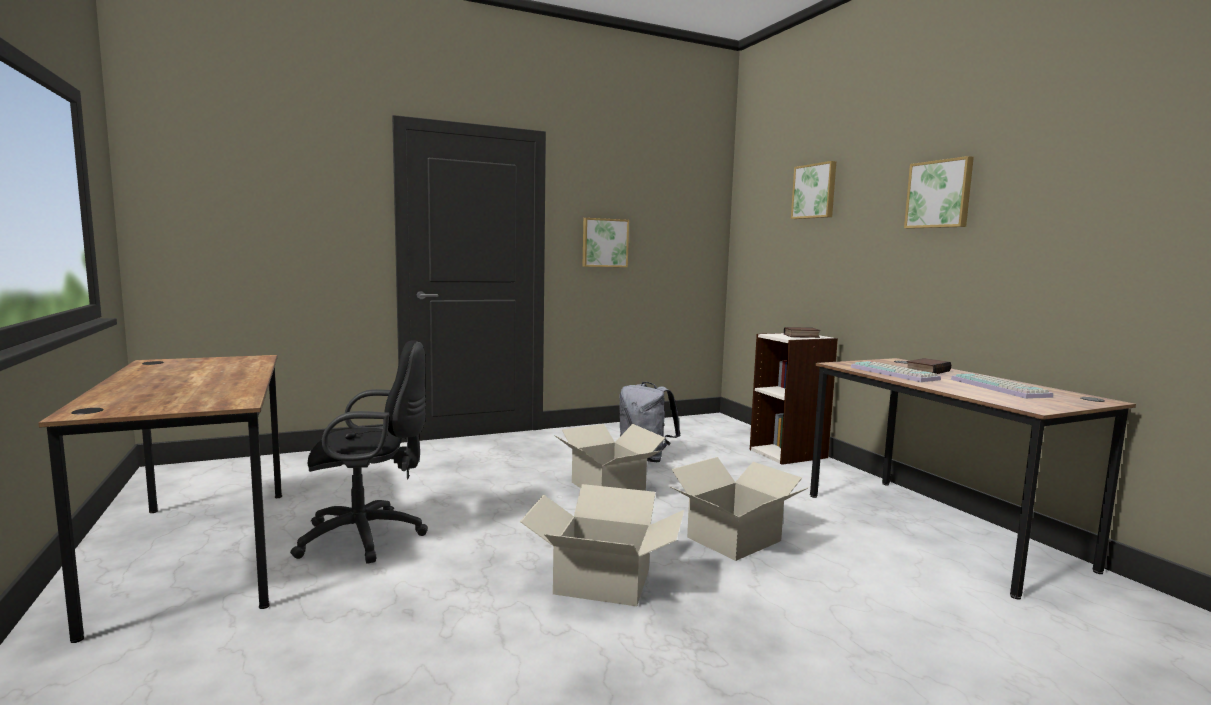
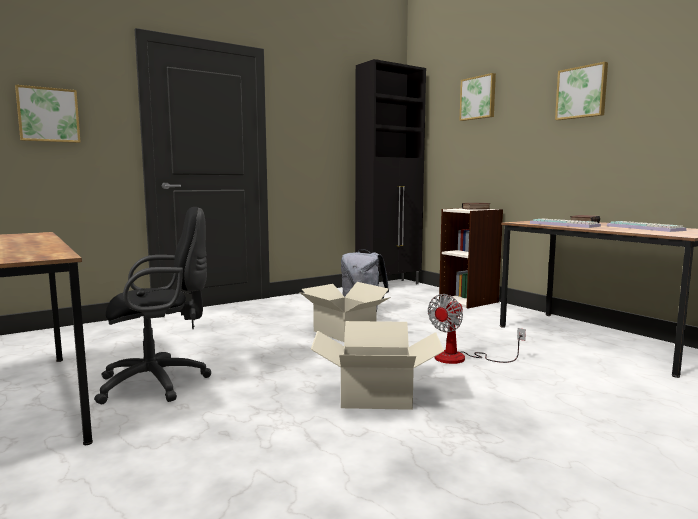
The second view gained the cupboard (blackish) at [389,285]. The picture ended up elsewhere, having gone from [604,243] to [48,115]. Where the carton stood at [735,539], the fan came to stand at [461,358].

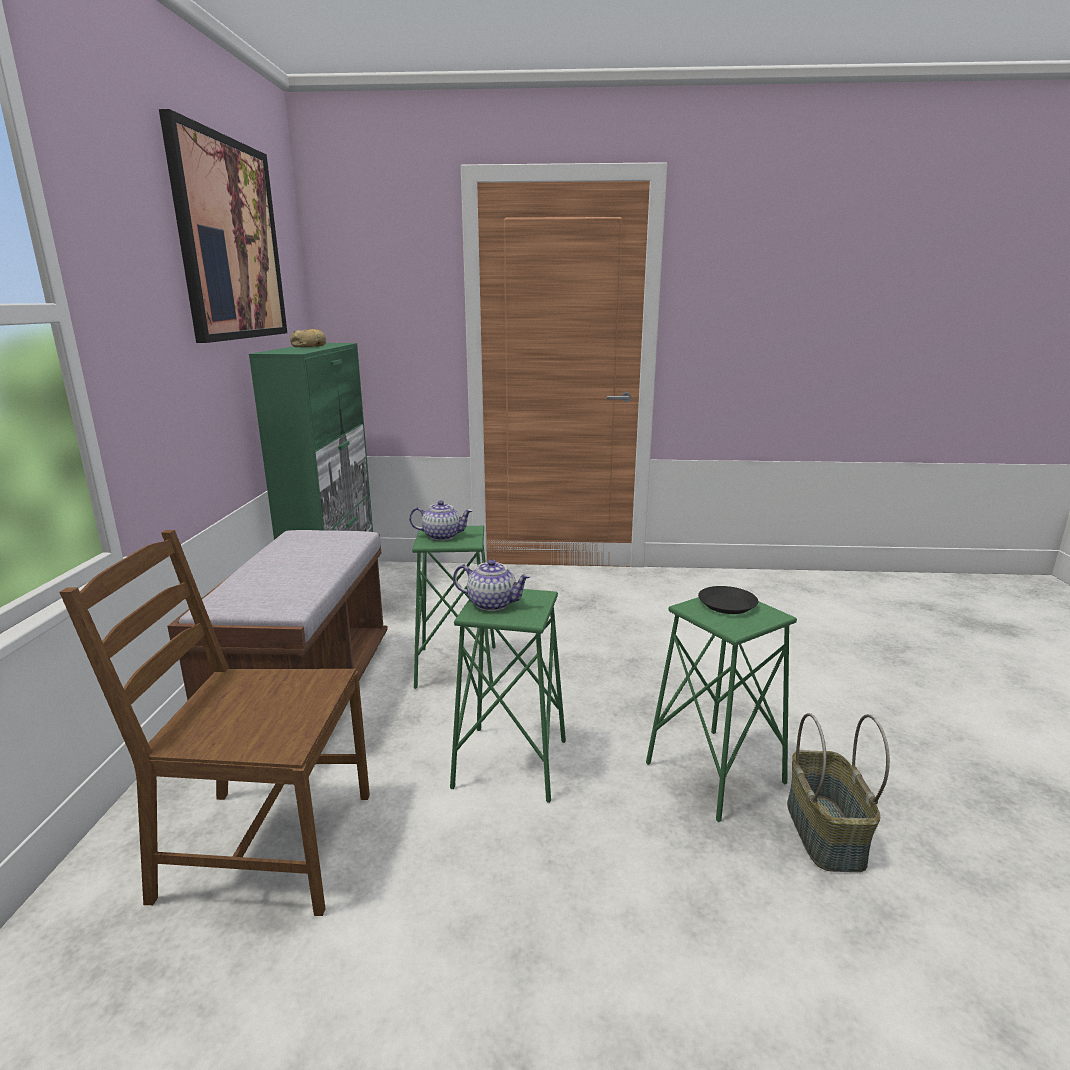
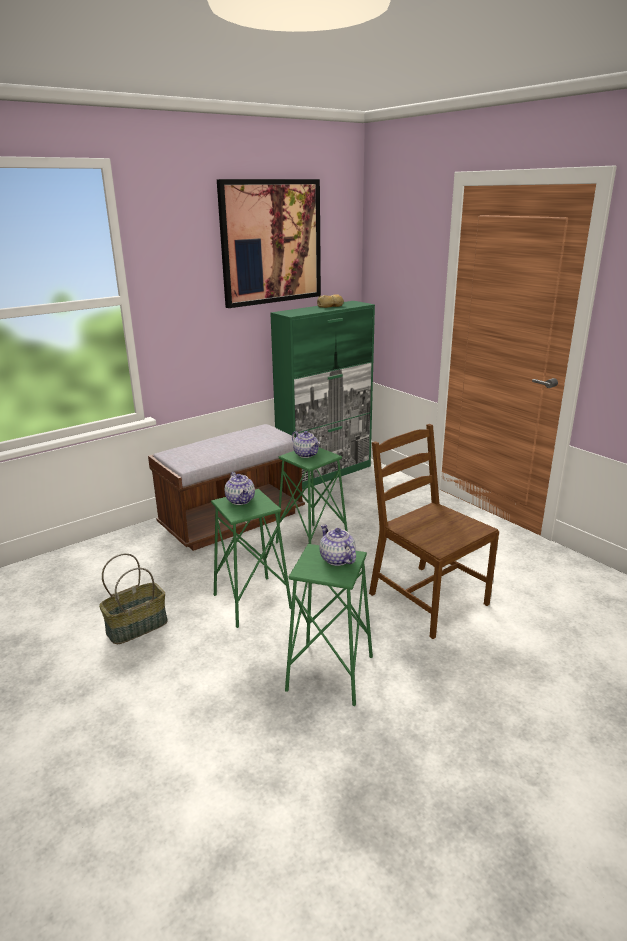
The plain chair (brown) ended up elsewhere, having gone from [264,847] to [426,599]. The storage basket ended up elsewhere, having gone from [823,832] to [137,626]. Where the plate (blackish) stood at [727,604], the teapot came to stand at [336,559].

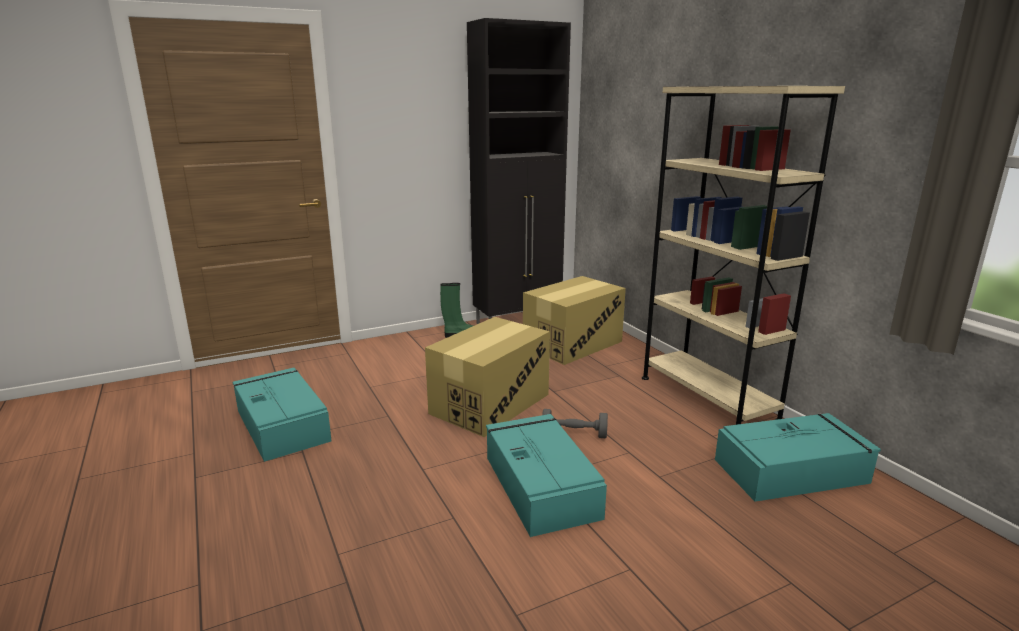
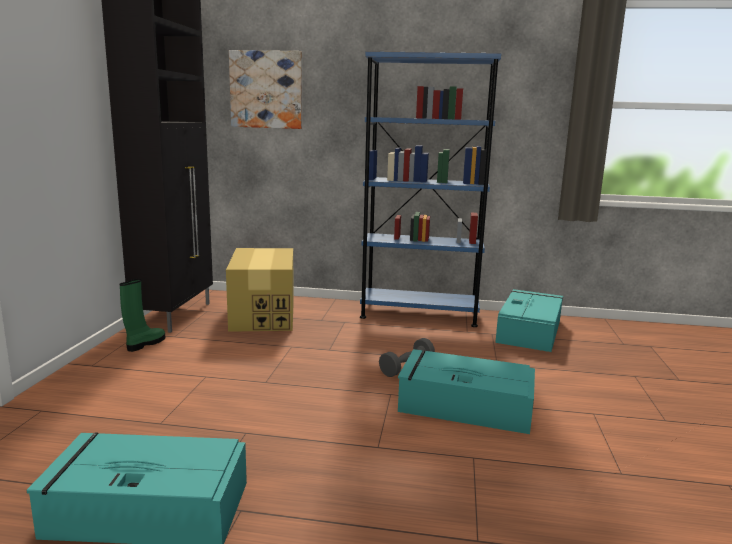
The second view lost the carton at [490,403]. The second view gained the picture at [266,90]. What was the bookcase (sand-coloured) at [707,398] turned into the bookcase (blue) at [419,314].

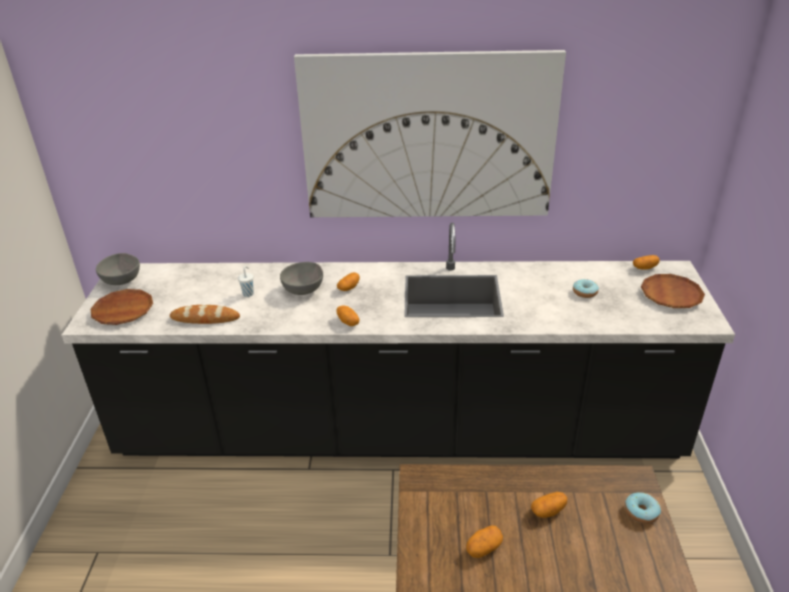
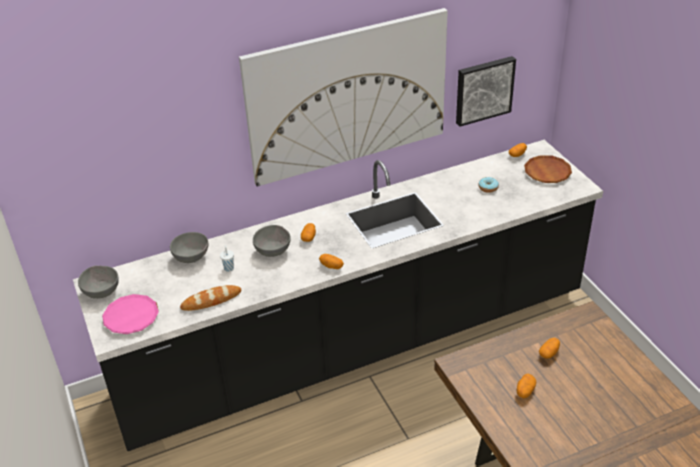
The second view lost the donut at [641,512]. The second view gained the deep dish (grey) at [192,257]. The second view gained the picture at [483,90]. What was the plate (brown) at [123,310] turned into the plate (pinkish) at [131,317].

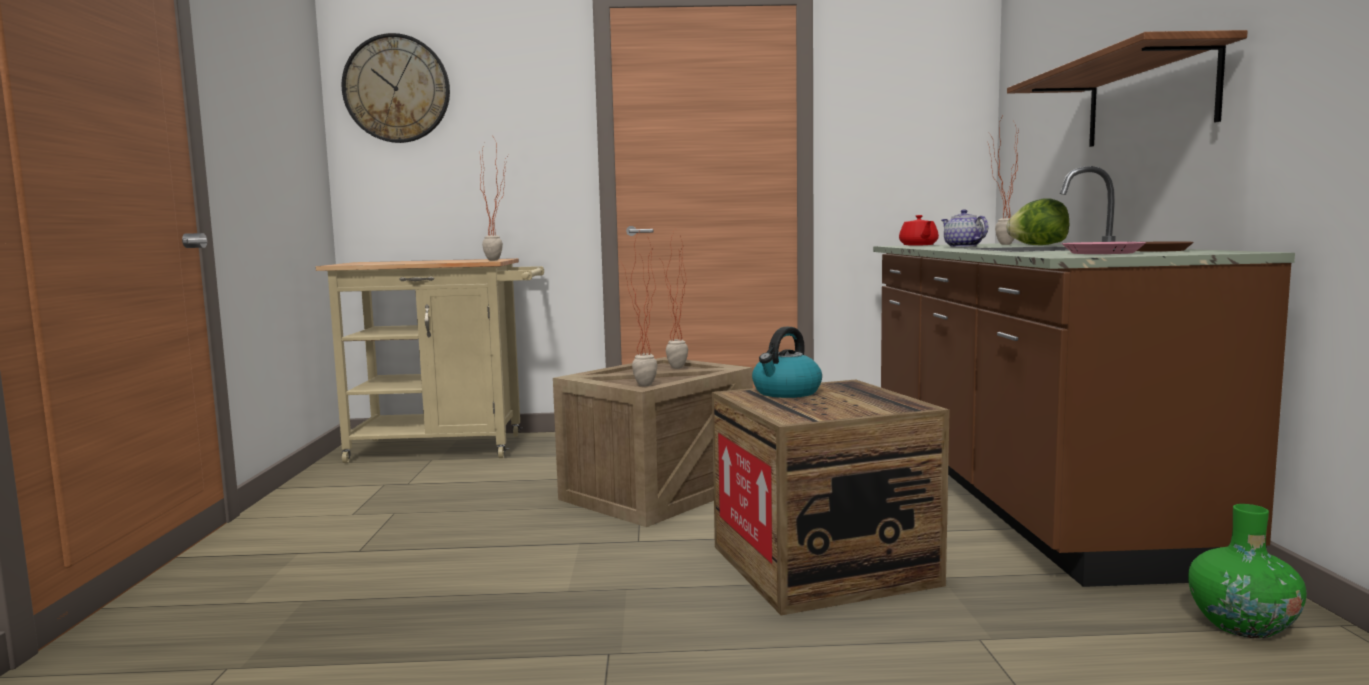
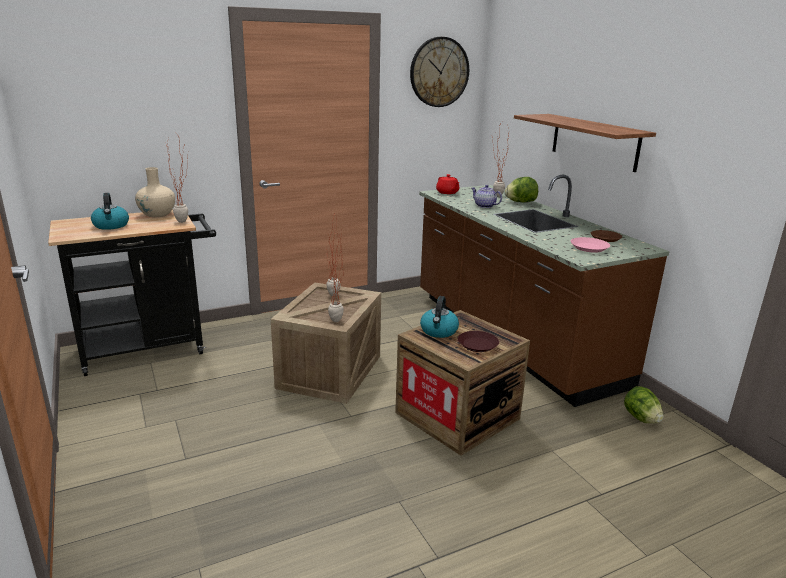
The second view gained the tea kettle at [111,226]. The second view gained the vase (sand-coloured) at [157,214]. The second view gained the plate (brown) at [478,345]. The wall clock ended up elsewhere, having gone from [396,89] to [439,72]. Where the vase (green) stood at [1242,625], the lettuce head came to stand at [641,418]. What was the trolley (sand-coloured) at [448,447] turned into the trolley (blackish) at [151,348].

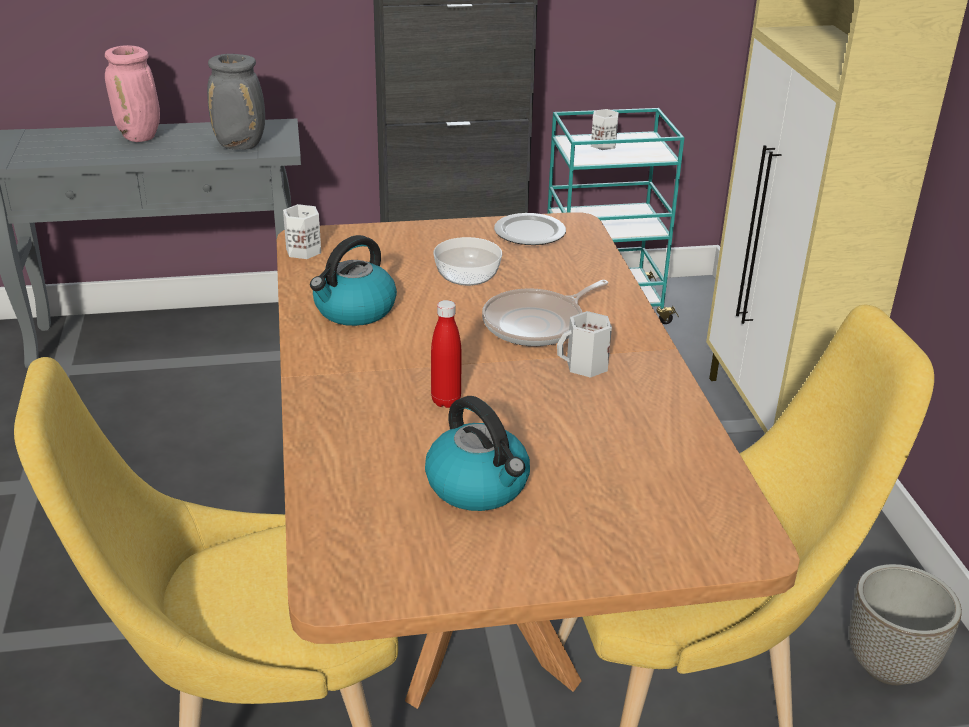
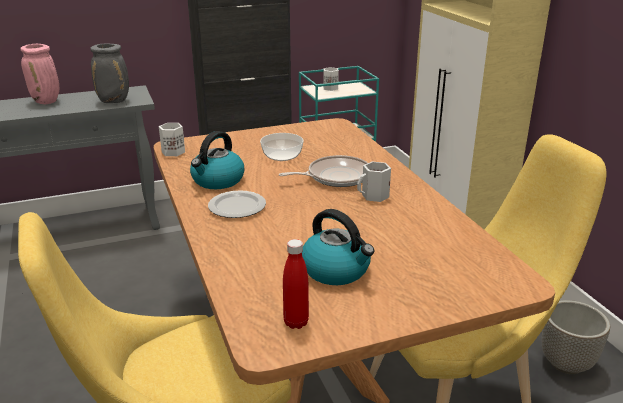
The drink bottle (reddish) ended up elsewhere, having gone from [446,401] to [296,322]. The plate ended up elsewhere, having gone from [529,233] to [237,207]. The pan at [537,324] ended up facing another way, 150 degrees counterclockwise from before.

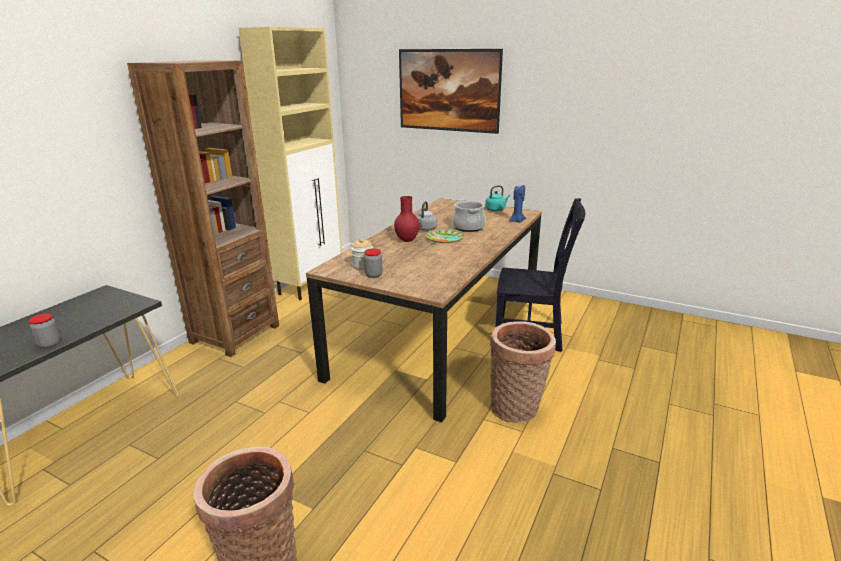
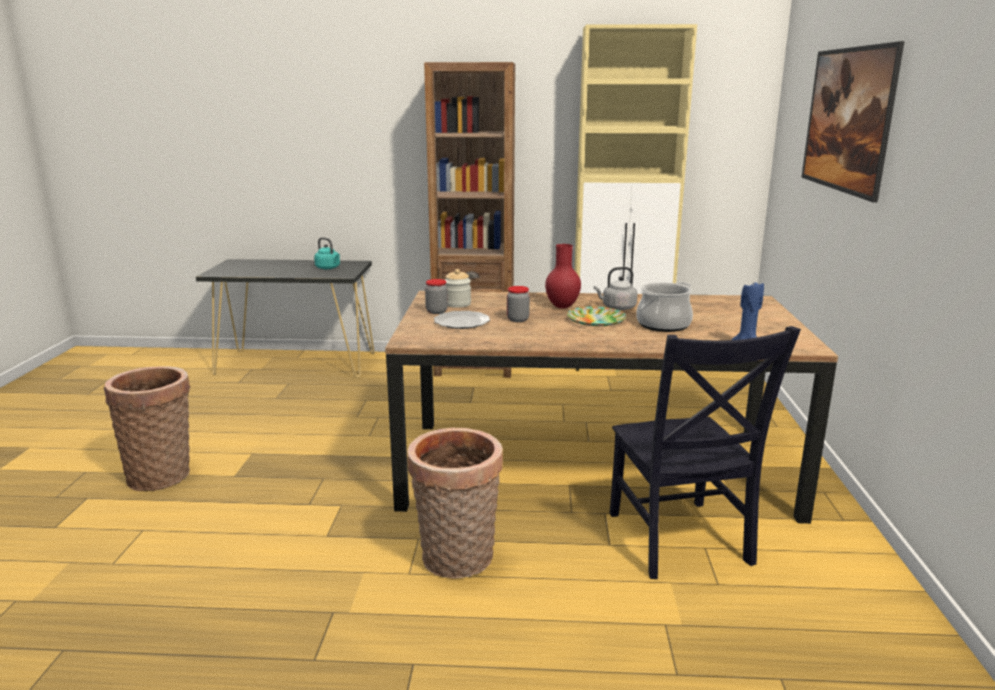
The second view gained the plate at [461,322]. The storage jar ended up elsewhere, having gone from [49,344] to [518,319]. The tea kettle (turquoise) ended up elsewhere, having gone from [496,209] to [328,268].

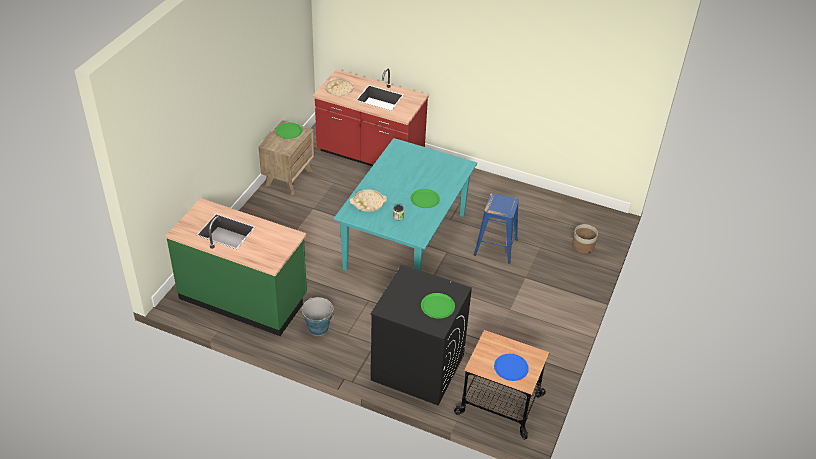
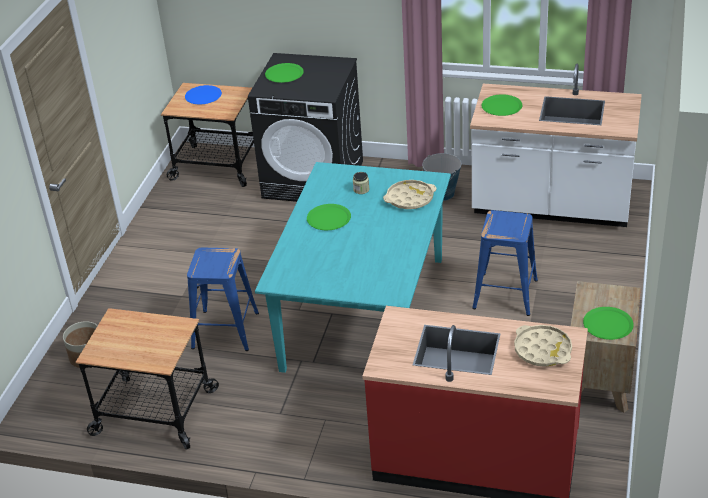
The second view gained the trolley at [154,413]. The second view gained the sitting stool (blue) at [506,294]. The second view gained the plate (green) at [501,106]. What was the counter (green) at [244,297] turned into the counter (white-coloured) at [551,206].

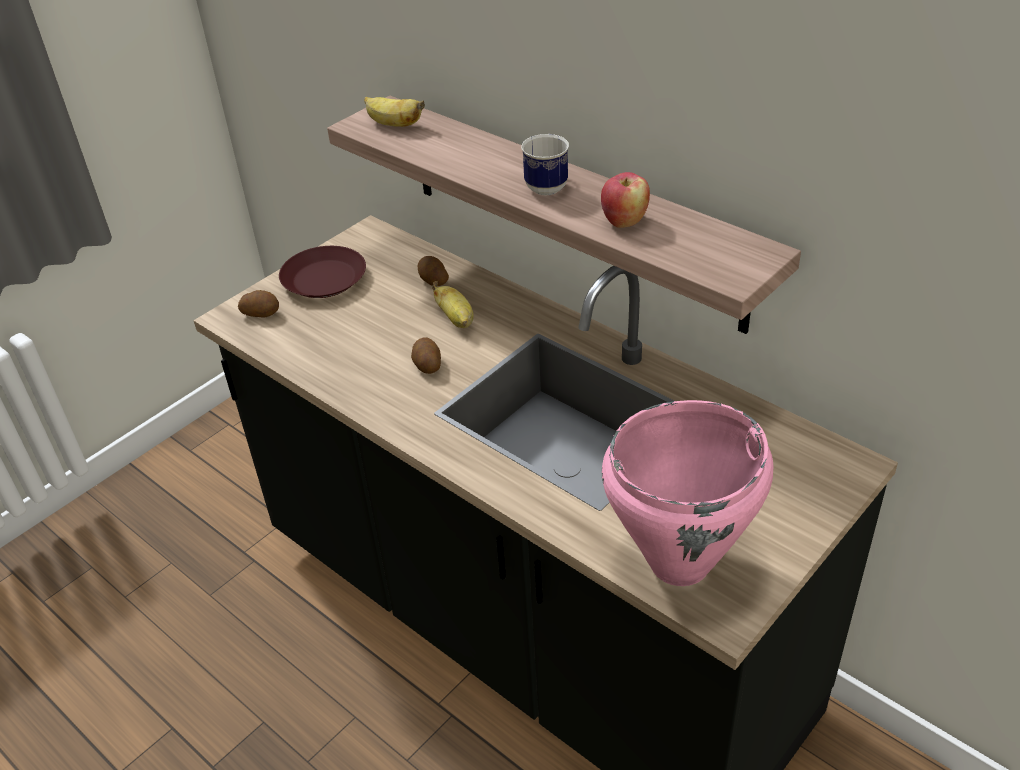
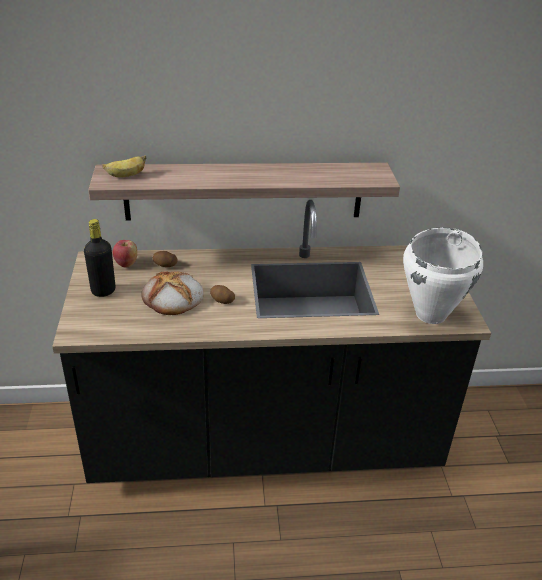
The second view lost the whole potato at [261,313]. The second view lost the banana fruit at [456,319]. The second view lost the mug at [547,185]. The second view gained the baked bread at [172,298]. The apple ended up elsewhere, having gone from [624,221] to [126,264]. Where the plate (brown) stood at [325,280], the drink bottle (blackish) came to stand at [103,291]. What was the cooking pot (pinkish) at [681,563] turned into the cooking pot (white-coloured) at [431,314].

